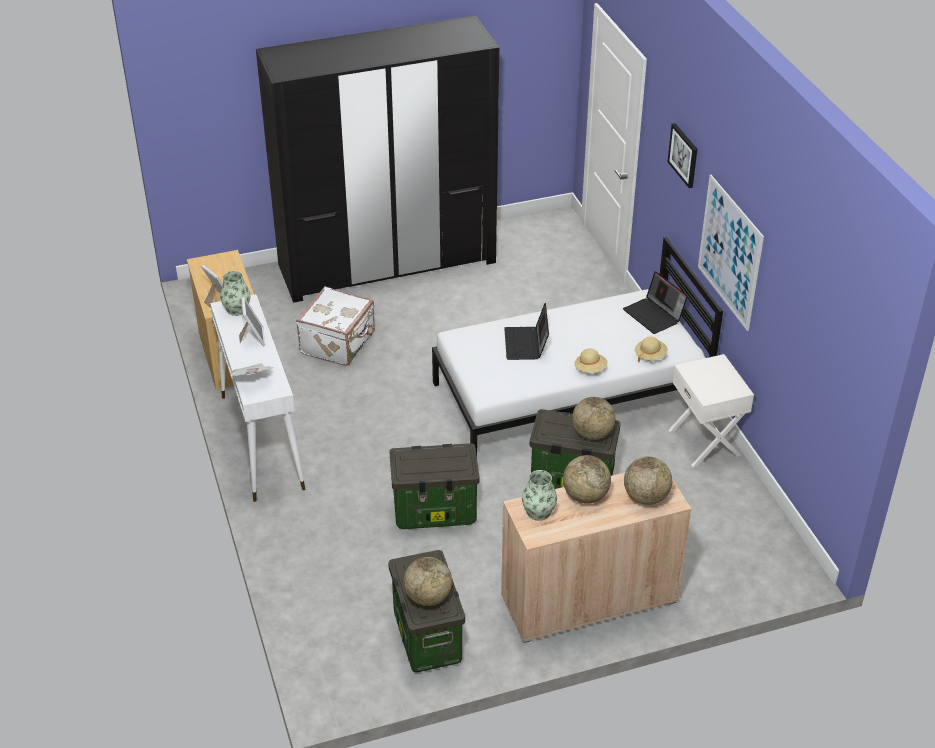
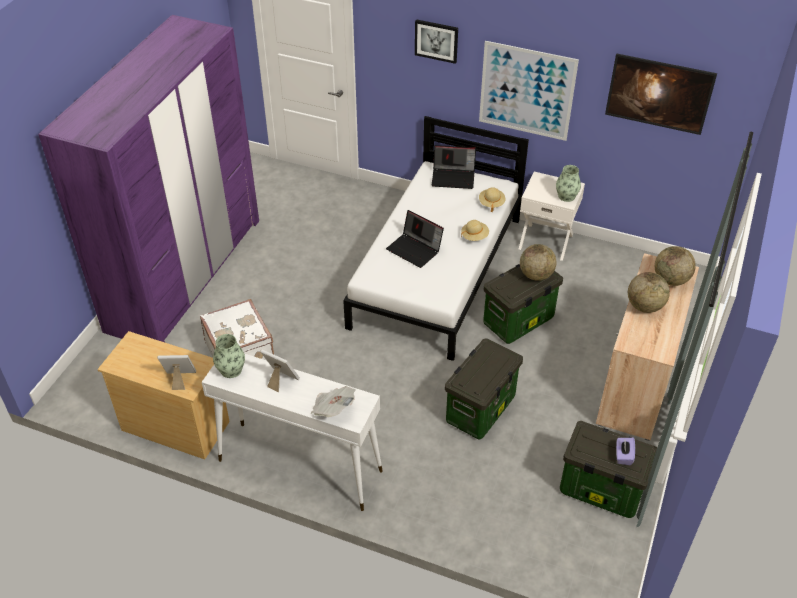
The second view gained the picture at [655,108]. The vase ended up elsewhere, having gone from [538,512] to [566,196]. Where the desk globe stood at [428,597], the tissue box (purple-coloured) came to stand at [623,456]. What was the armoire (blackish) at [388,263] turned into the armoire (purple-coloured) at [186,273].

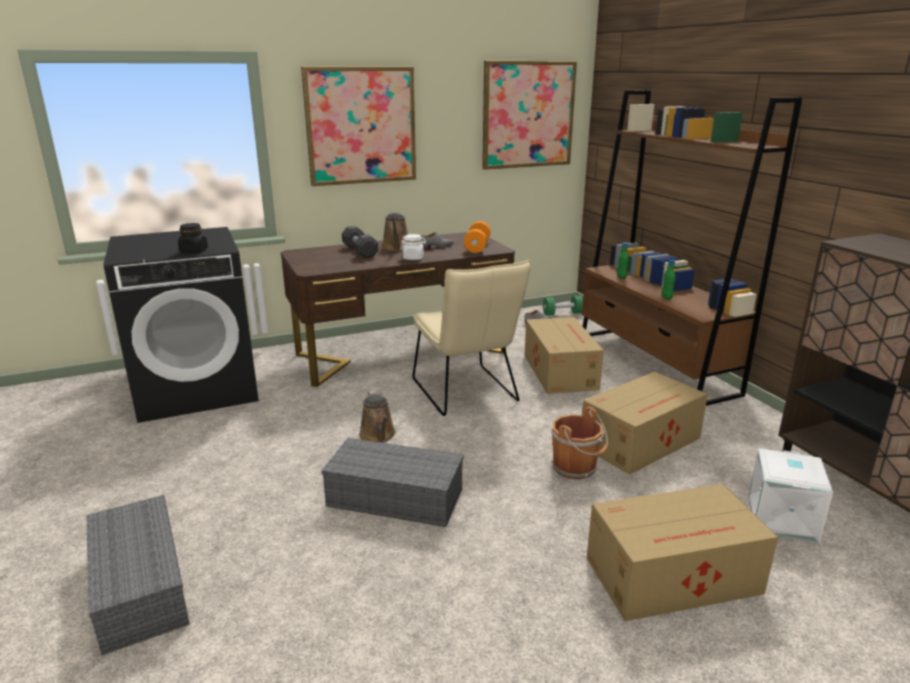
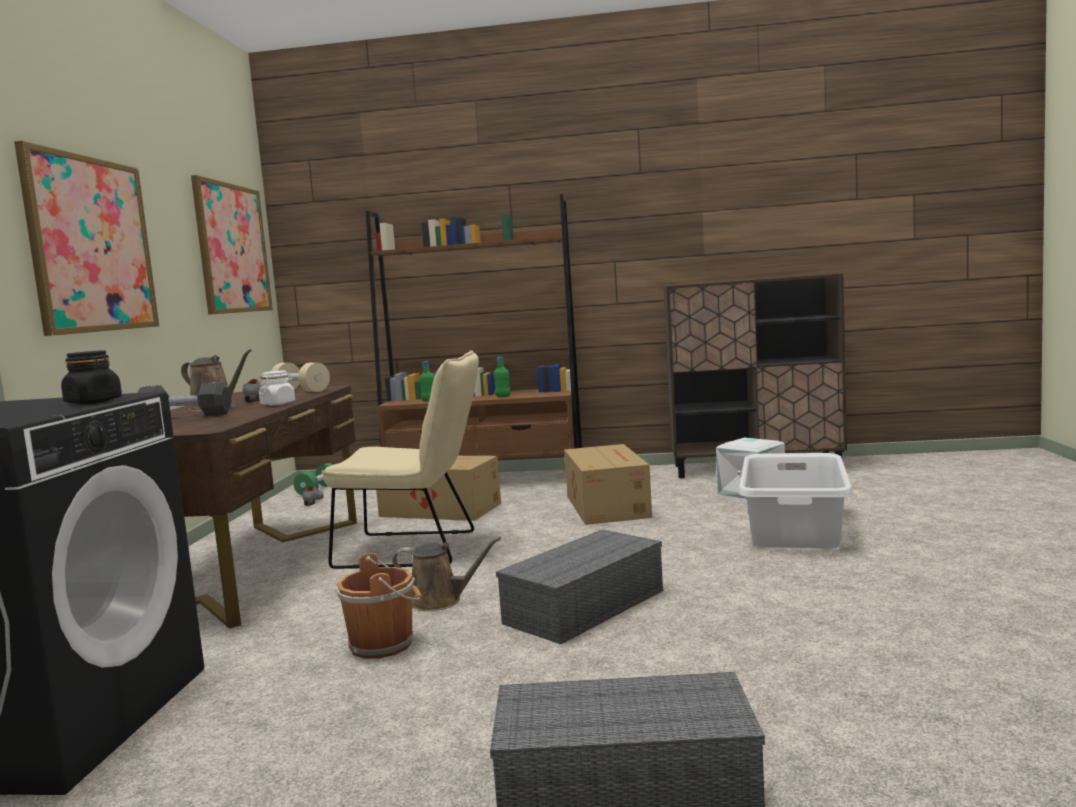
The water bucket (brown) ended up elsewhere, having gone from [576,468] to [384,644]. Where the carton stood at [675,576], the hamper (white-coloured) came to stand at [796,528]. What was the dumbbell (orange) at [477,247] turned into the dumbbell (sand-coloured) at [301,391].

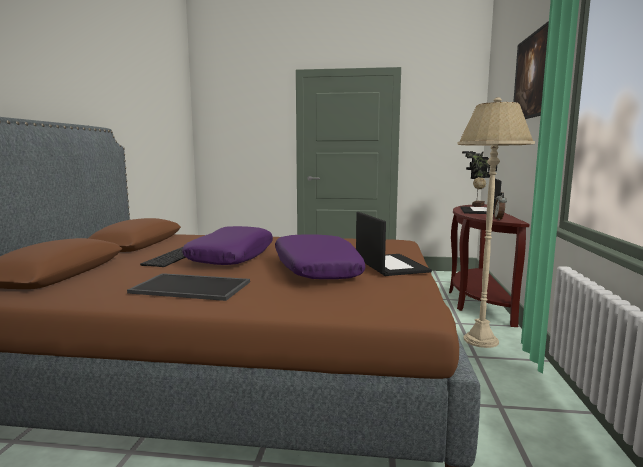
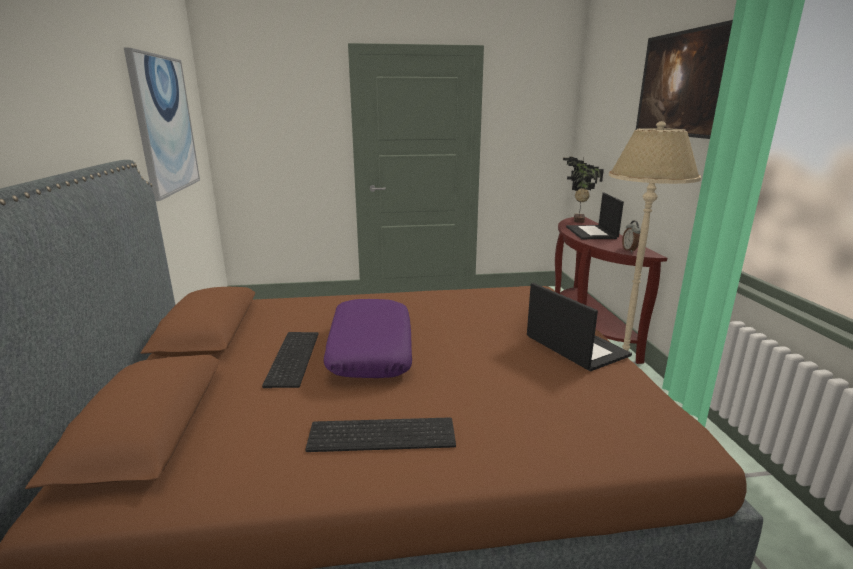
The second view lost the cushion (purple-coloured) at [315,269]. The second view gained the picture at [165,125]. Where the serving tray stood at [193,287], the PC keyboard came to stand at [383,433].

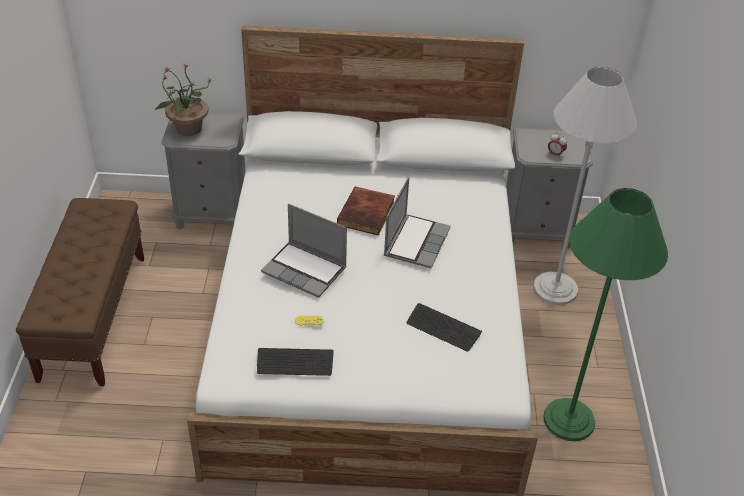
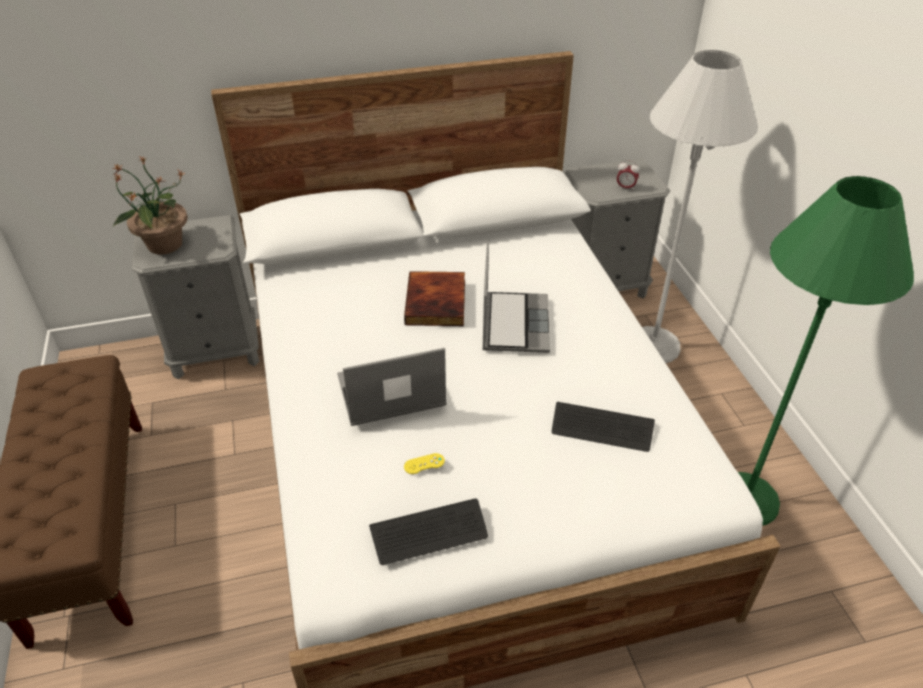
The portable computer at [305,270] ended up facing another way, 150 degrees clockwise from before.

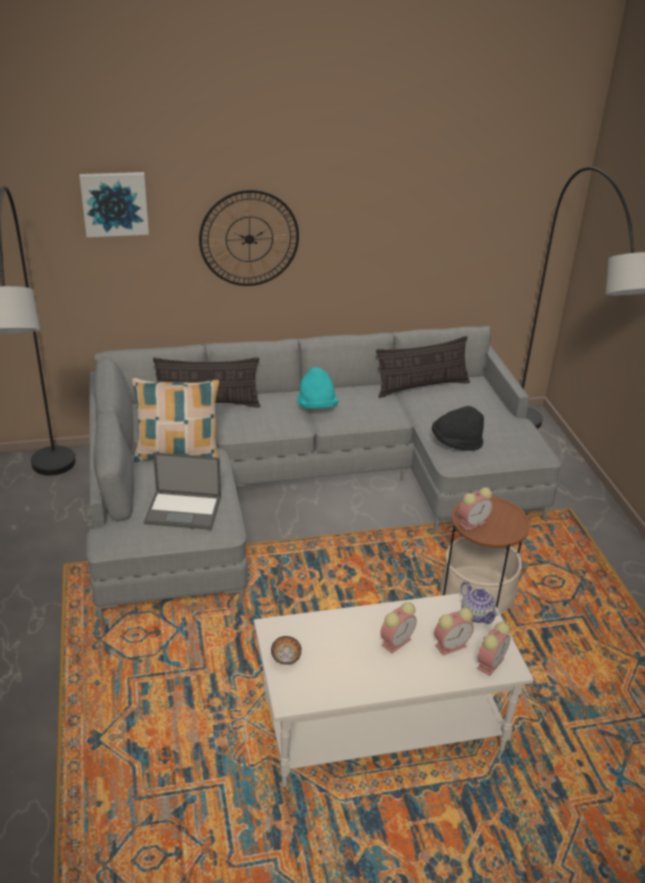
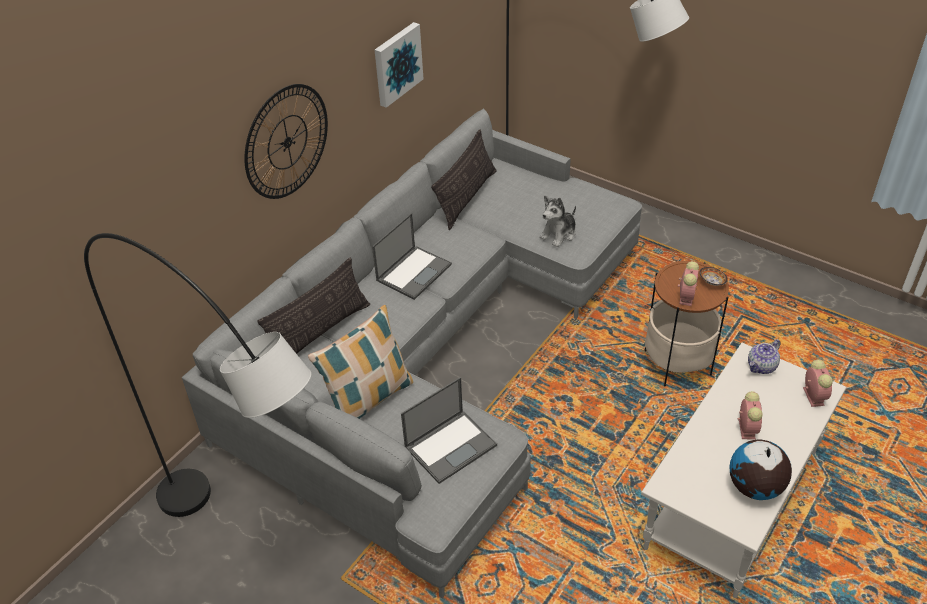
The second view lost the alarm clock at [451,645]. The second view gained the desk globe at [754,487]. The picture ended up elsewhere, having gone from [114,203] to [396,63]. The deep dish ended up elsewhere, having gone from [286,657] to [712,282]. Where the clothing hat (turquoise) stood at [316,406], the portable computer came to stand at [414,272]. Where the clothing hat (blackish) stood at [456,443], the cuddly toy came to stand at [559,234]. The teapot at [477,615] ended up facing another way, 120 degrees clockwise from before.

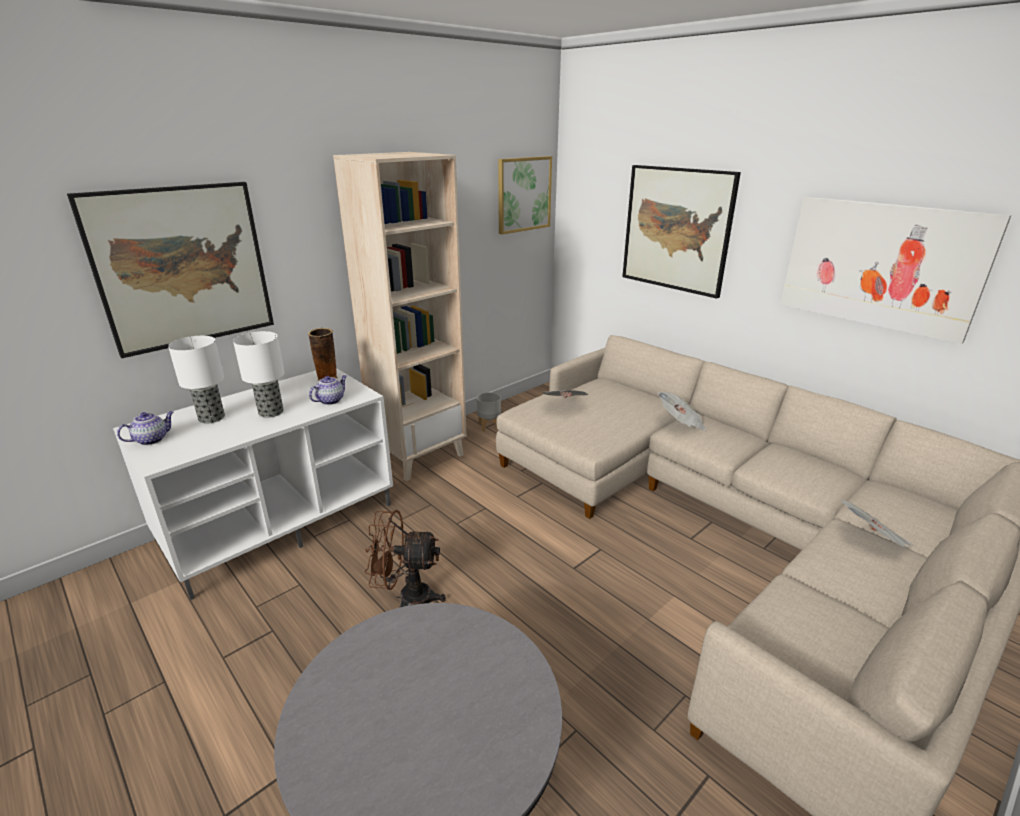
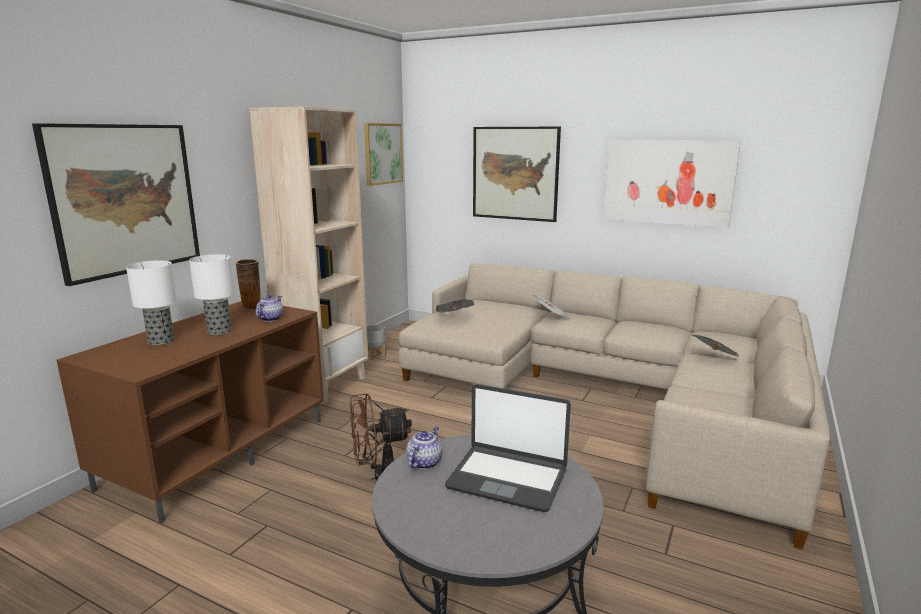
The second view gained the portable computer at [507,478]. The teapot ended up elsewhere, having gone from [152,439] to [424,462]. What was the tv stand (white-coloured) at [281,522] turned into the tv stand (brown) at [218,451].

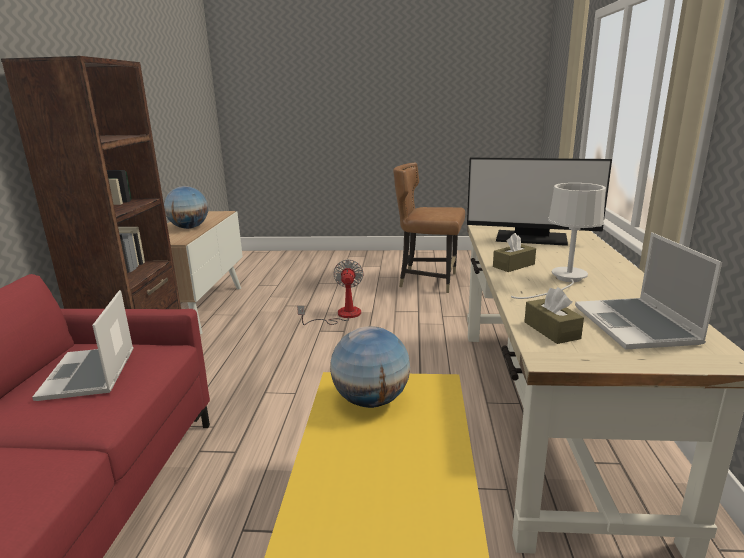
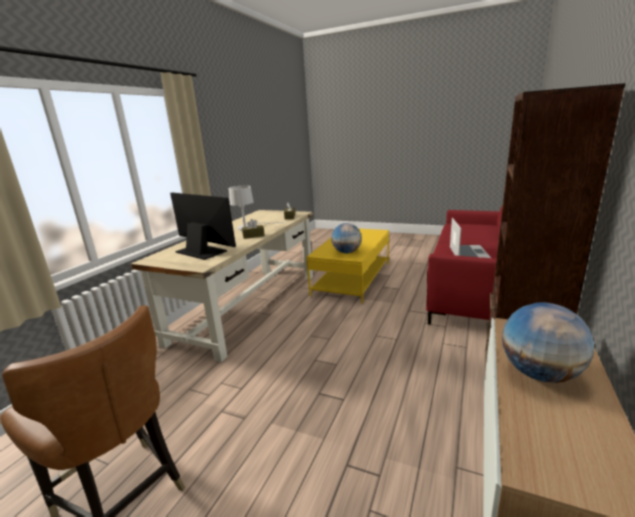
The second view lost the fan at [341,315]. The second view lost the portable computer at [637,326].

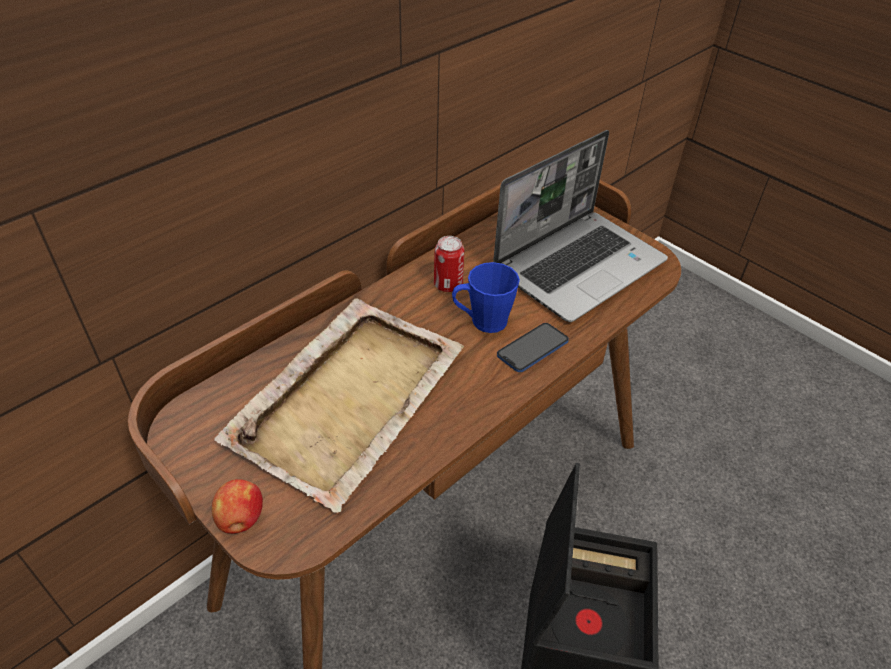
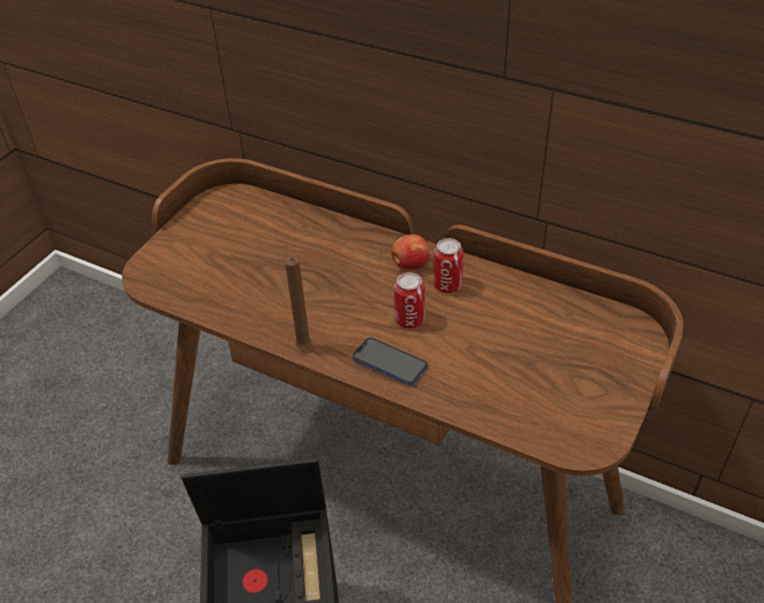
The second view lost the serving tray (sand-coloured) at [350,398]. The second view lost the portable computer at [579,265]. The second view gained the candle (brown) at [303,349]. The apple ended up elsewhere, having gone from [241,519] to [410,265]. Where the mug (blue) stood at [482,321], the can came to stand at [409,320].

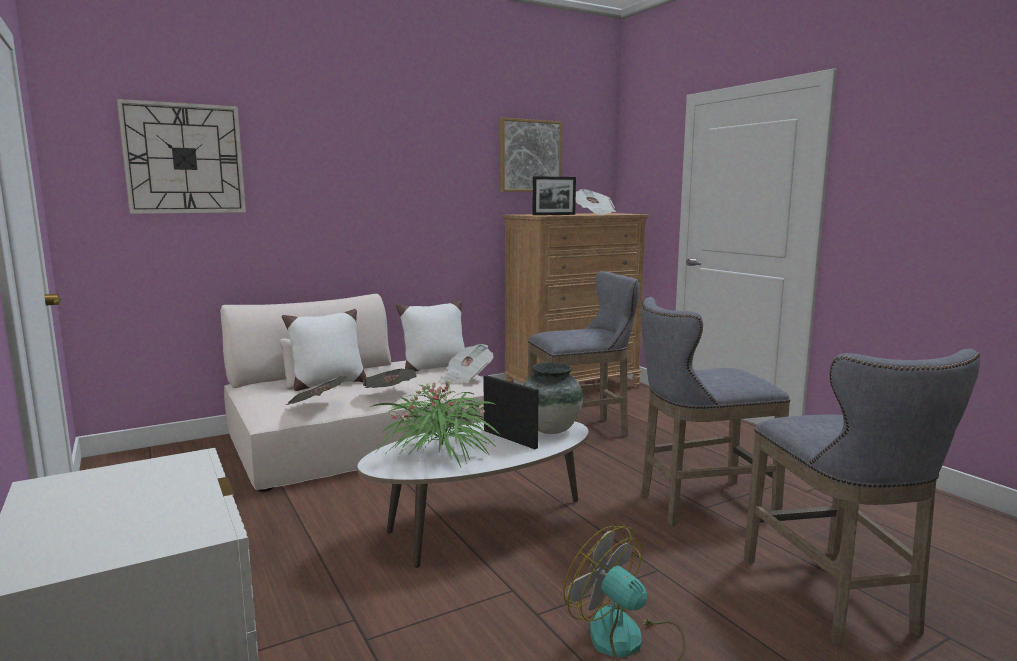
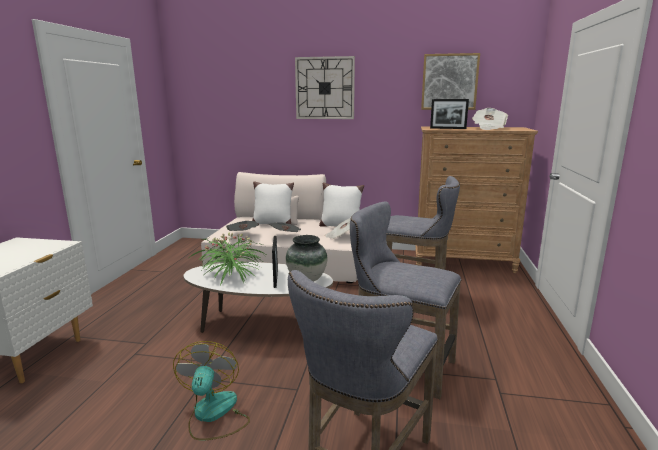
The wall clock ended up elsewhere, having gone from [184,159] to [325,88].

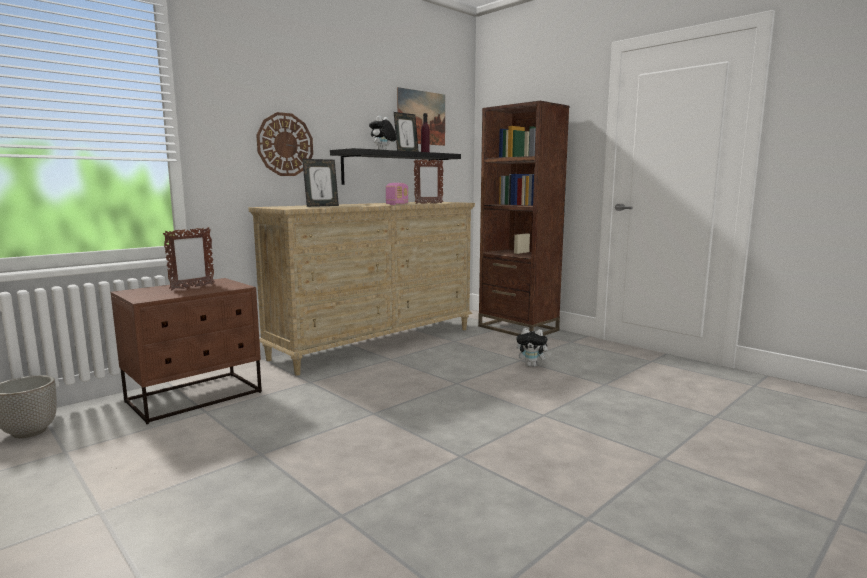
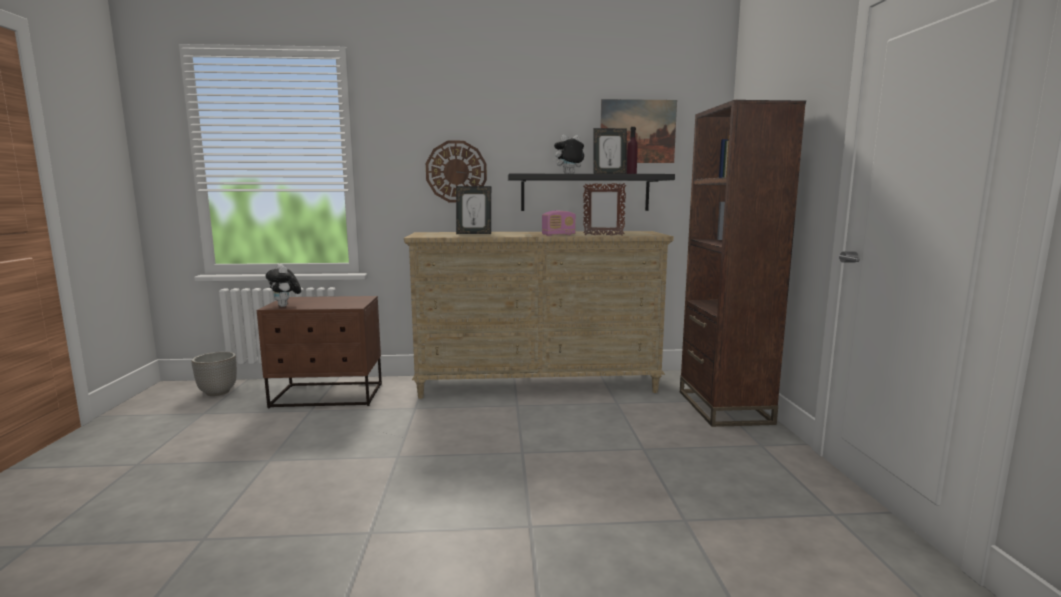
The second view lost the photo frame at [192,287]. The cuddly toy ended up elsewhere, having gone from [532,365] to [285,306].

